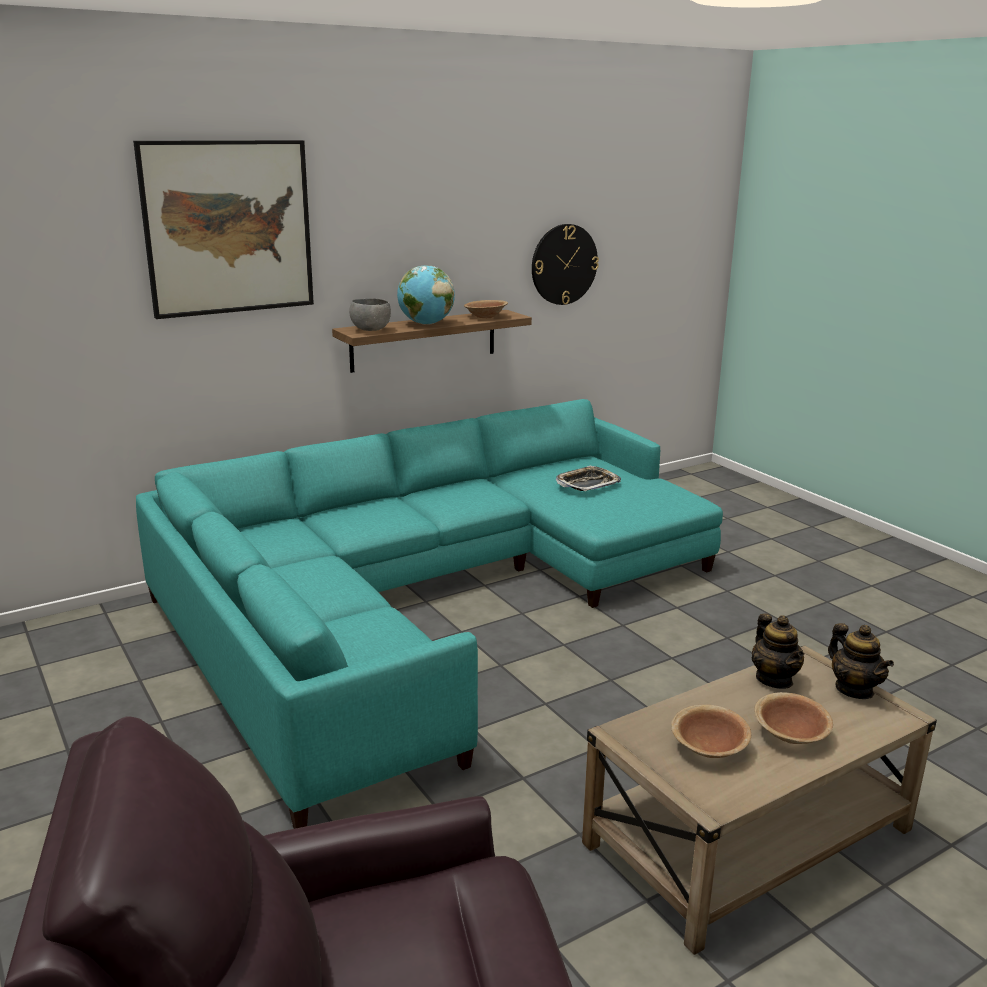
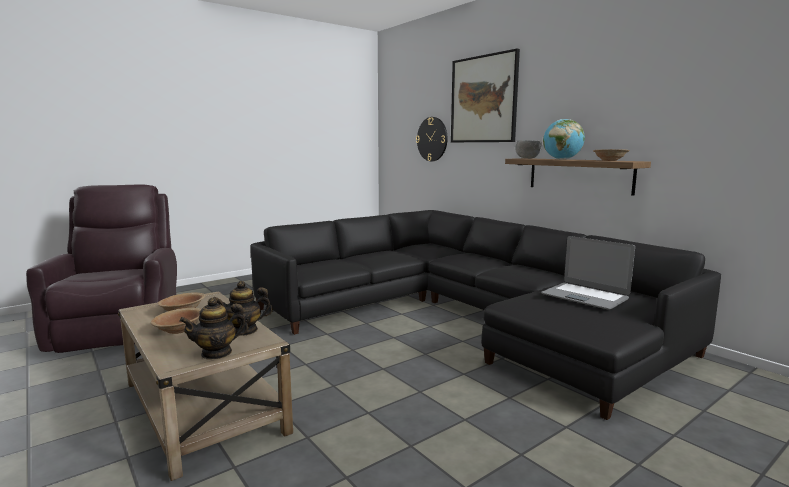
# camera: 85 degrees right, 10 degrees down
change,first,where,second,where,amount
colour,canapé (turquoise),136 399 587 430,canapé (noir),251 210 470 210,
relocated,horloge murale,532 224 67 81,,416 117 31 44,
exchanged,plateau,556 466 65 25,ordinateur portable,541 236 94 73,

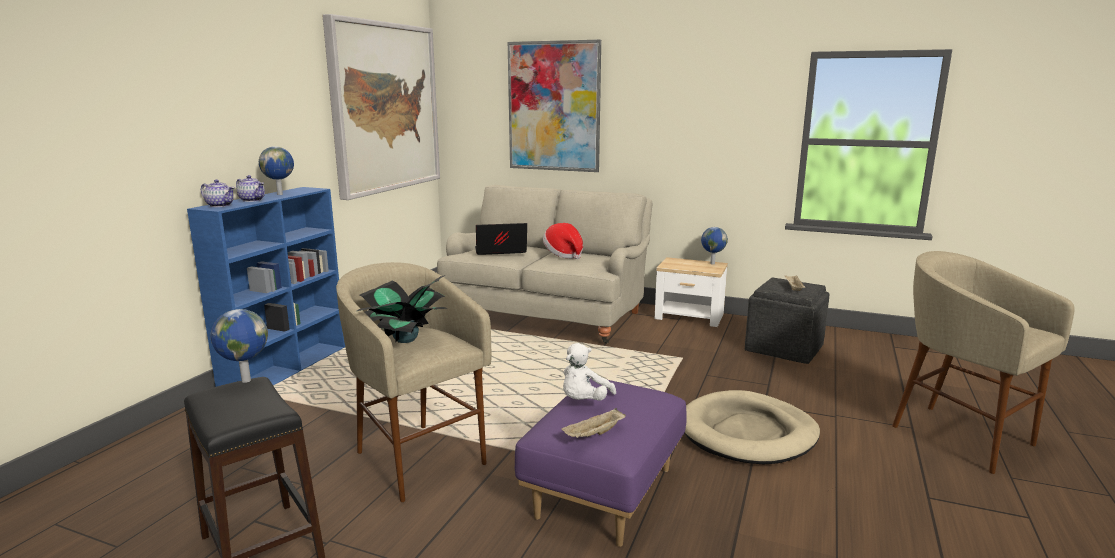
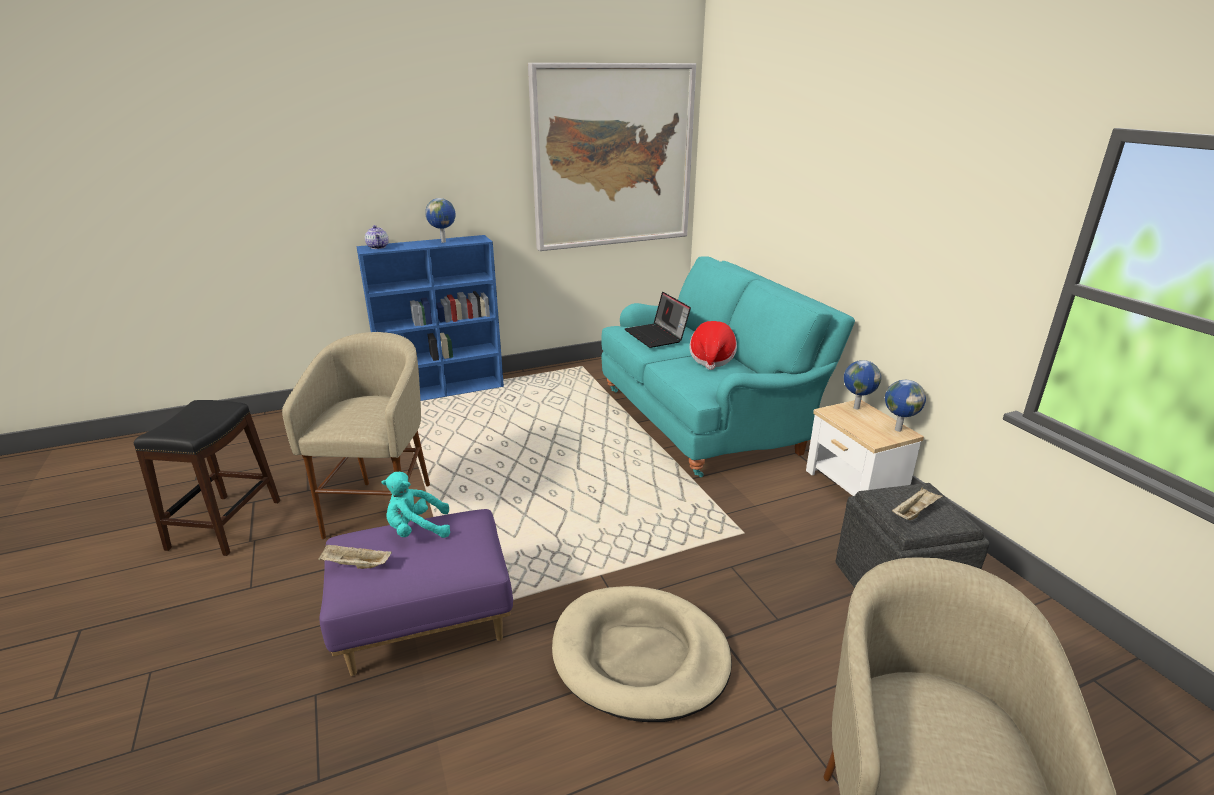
# camera: 45 degrees right, 10 degrees up
change,first,where,second,where,amount
relocated,globe,210 309 58 74,,844 360 37 49,
missing,théière,236 175 29 27,,,
missing,plante en pot,357 275 90 68,,,
colour,canapé (beige),437 185 215 158,canapé (turquoise),601 256 254 221,
spun,ordinateur portable,475 223 52 32,,625 292 66 56,150 degrees counterclockwise
missing,tableau,508 39 93 133,,,
colour,peluche (blanc),563 343 53 58,peluche (turquoise),381 472 69 66,

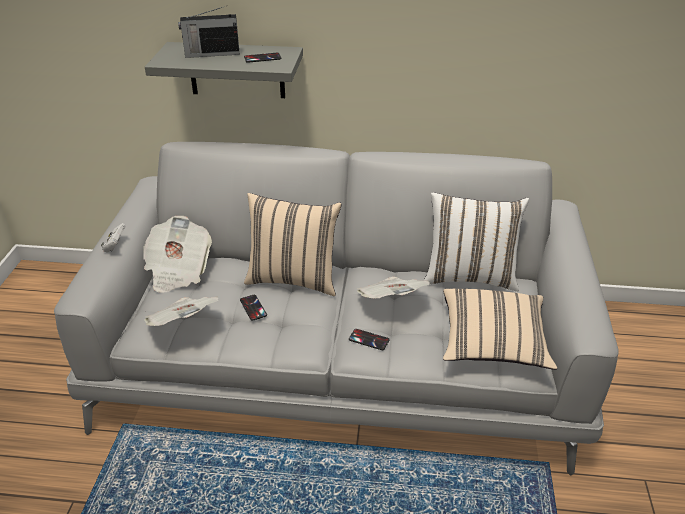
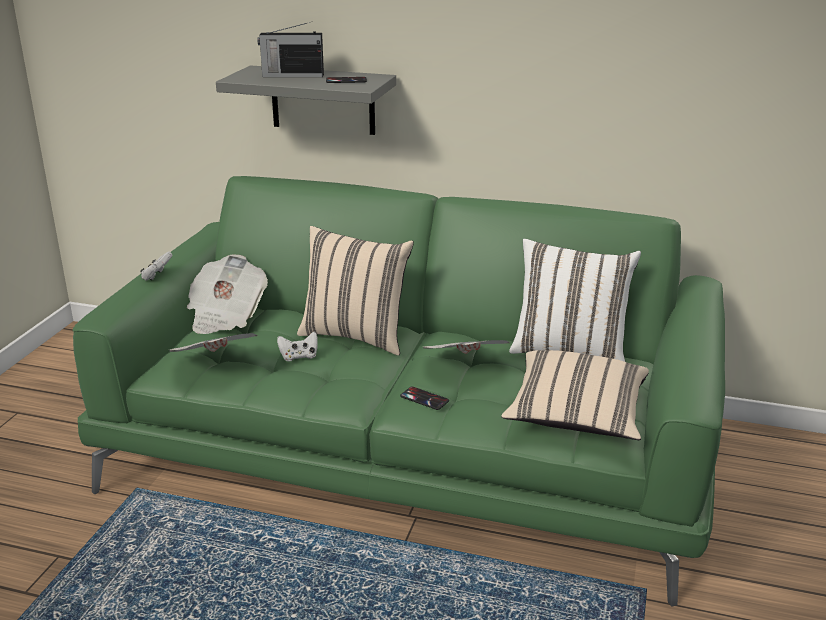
# camera: 10 degrees right, 10 degrees down
change,first,where,second,where,amount
colour,canapé (gris),54 142 564 333,canapé (vert),73 176 652 430,
exchanged,téléphone,240 295 27 26,manette (blanc),277 332 41 30,

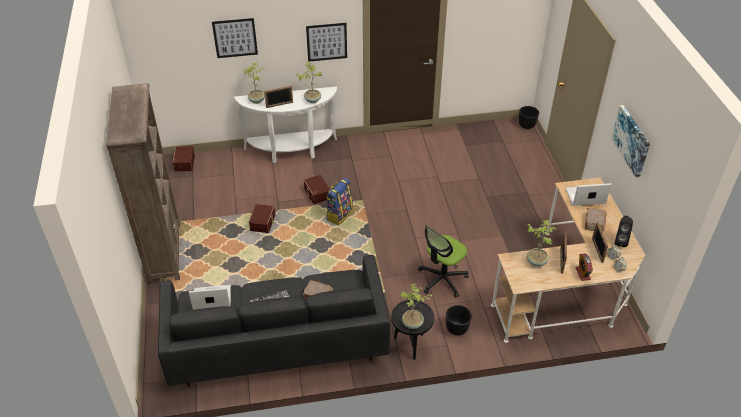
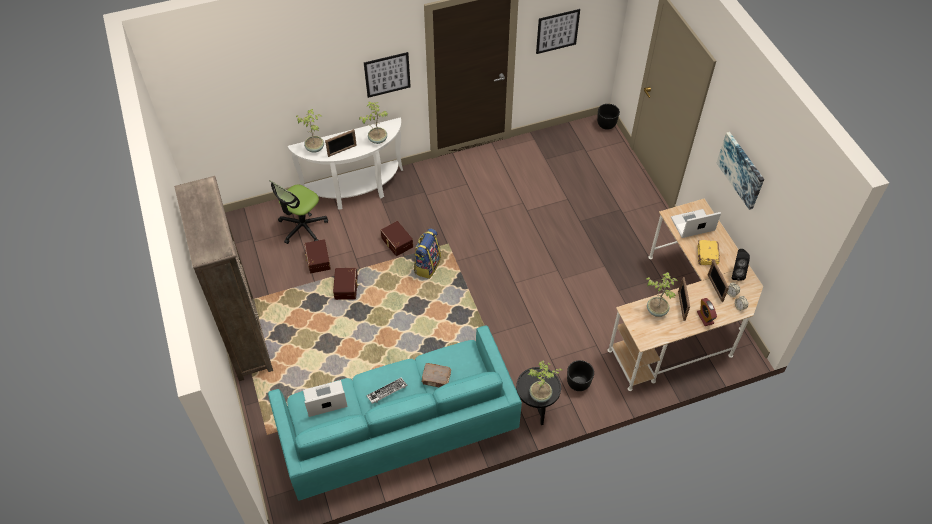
# camera: 10 degrees left, 10 degrees up
change,first,where,second,where,amount
colour,canapé (noir),158 255 232 132,canapé (turquoise),268 325 254 175,
relocated,boîte de rangement (marron),173 146 22 26,,304 239 27 34,
relocated,tableau,212 18 46 40,,536 9 44 45,
relocated,chaise de bureau,418 225 51 72,,269 180 59 64,
colour,livre (marron),584 208 22 24,livre (jaune),698 240 22 25,

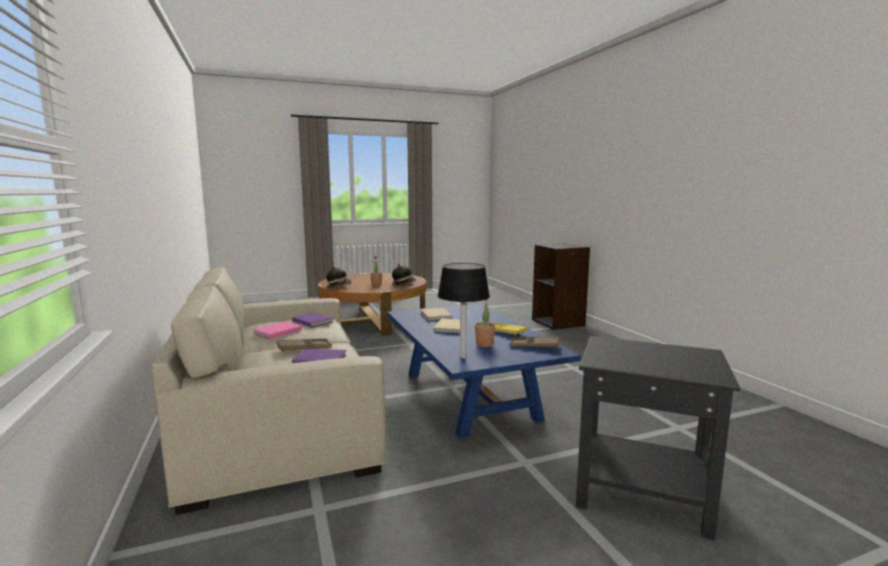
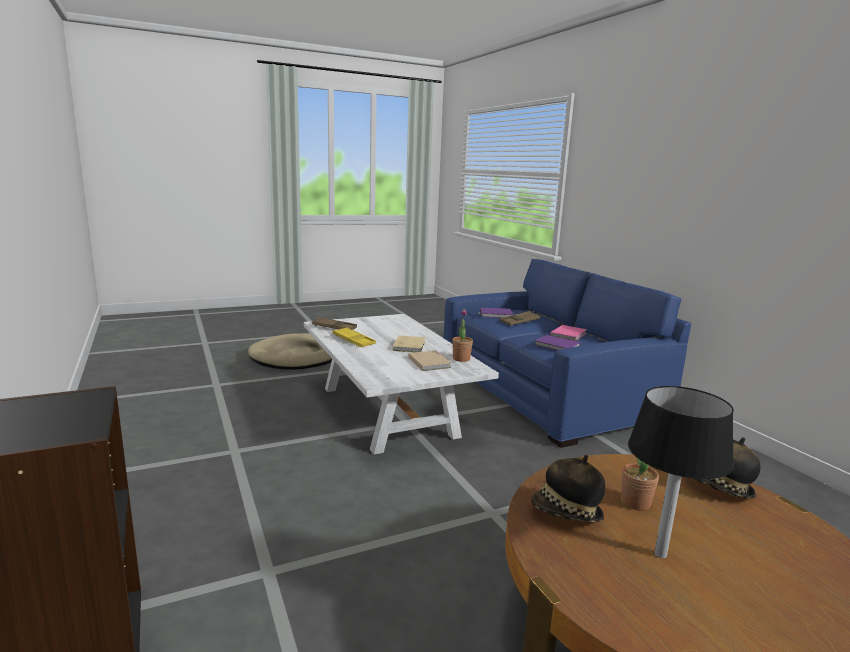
# camera: 175 degrees right, 5 degrees up
change,first,where,second,where,amount
colour,canapé (beige),151 267 235 248,canapé (bleu),444 259 247 189,
colour,table basse (bleu),387 304 194 134,table basse (blanc),304 314 195 140,
relocated,lampe de table (noir),437 263 53 96,,628 386 106 172,
relocated,plante en pot,475 299 20 48,,452 309 21 53,
exchanged,table d'appoint (noir),576 336 164 204,panier pour chien (beige),248 333 84 37,

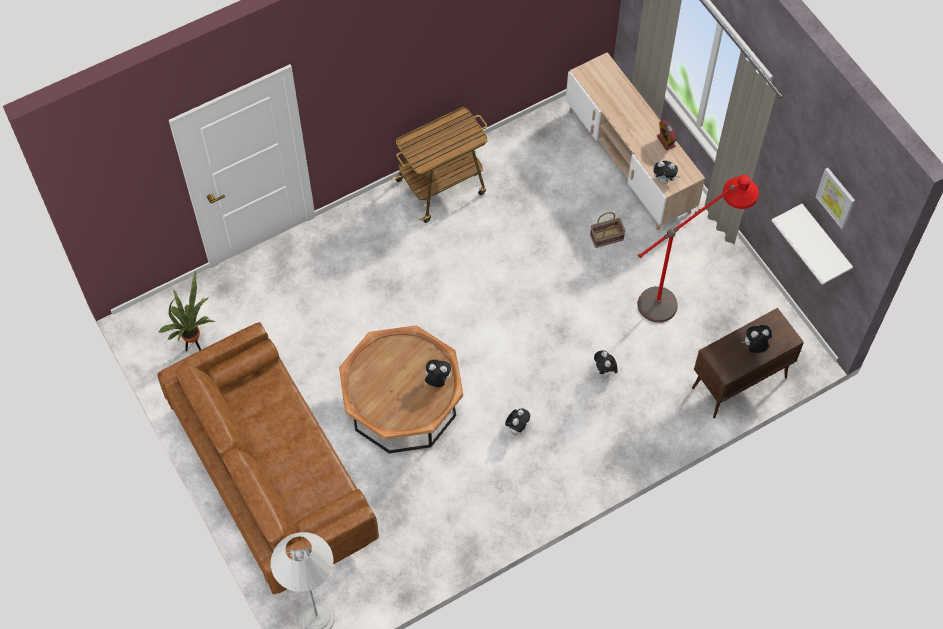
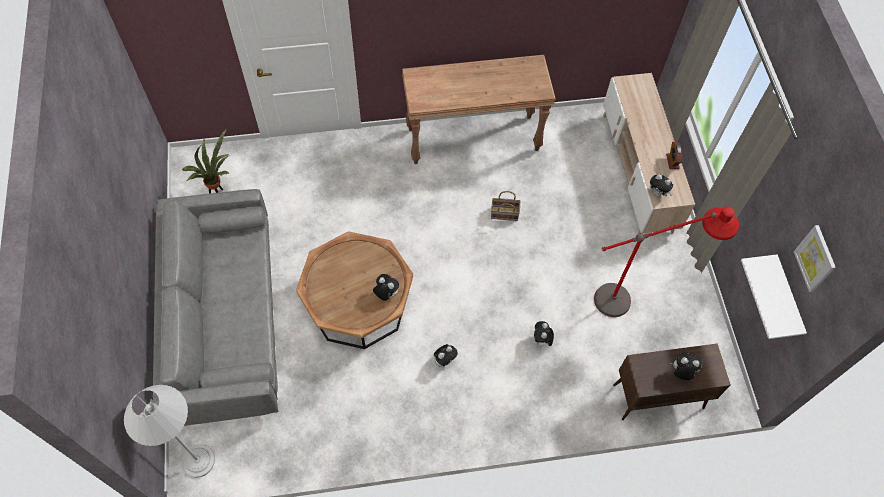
# camera: 20 degrees right, 0 degrees up
change,first,where,second,where,amount
colour,canapé (marron),157 322 222 273,canapé (gris),152 189 126 237,
exchanged,chariot,392 107 96 116,table console (marron),402 55 154 109,
relocated,panier,590 212 35 36,,491 191 29 30,

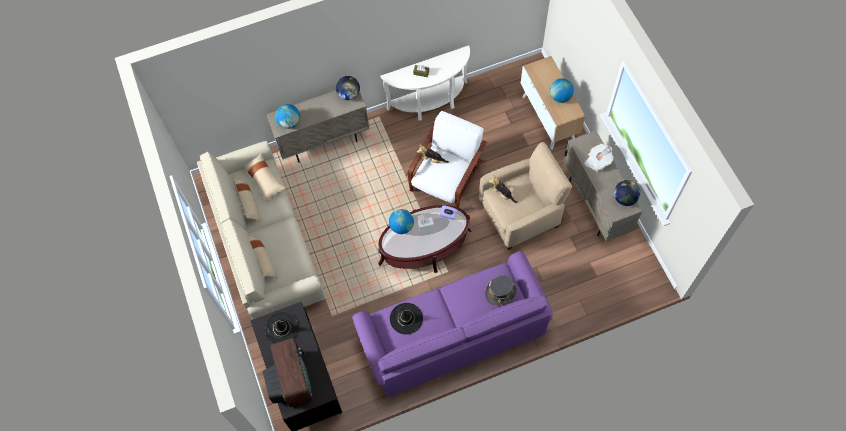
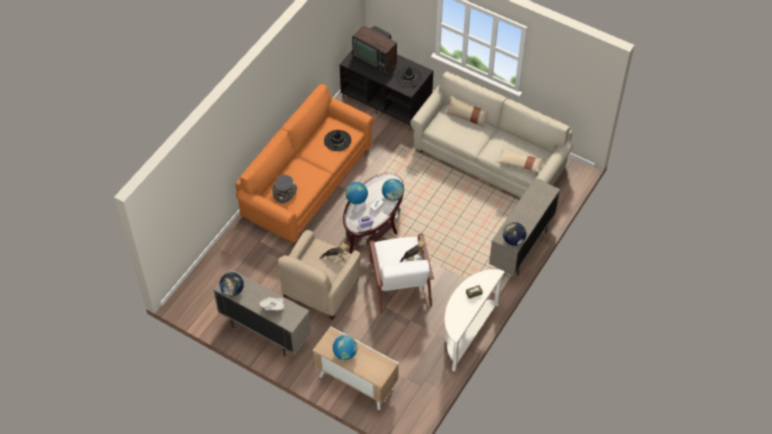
# camera: 140 degrees right, 10 degrees down
change,first,where,second,where,amount
missing,coussin (beige),231 176 31 47,,,
relocated,globe,275 104 25 25,,346 182 22 22,
colour,canapé (violet),352 251 201 146,canapé (orange),236 84 138 159,

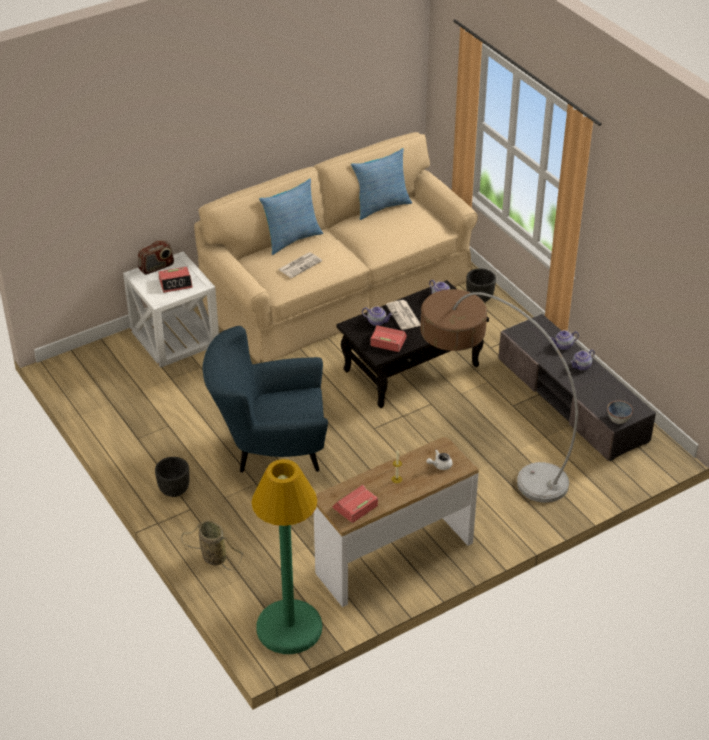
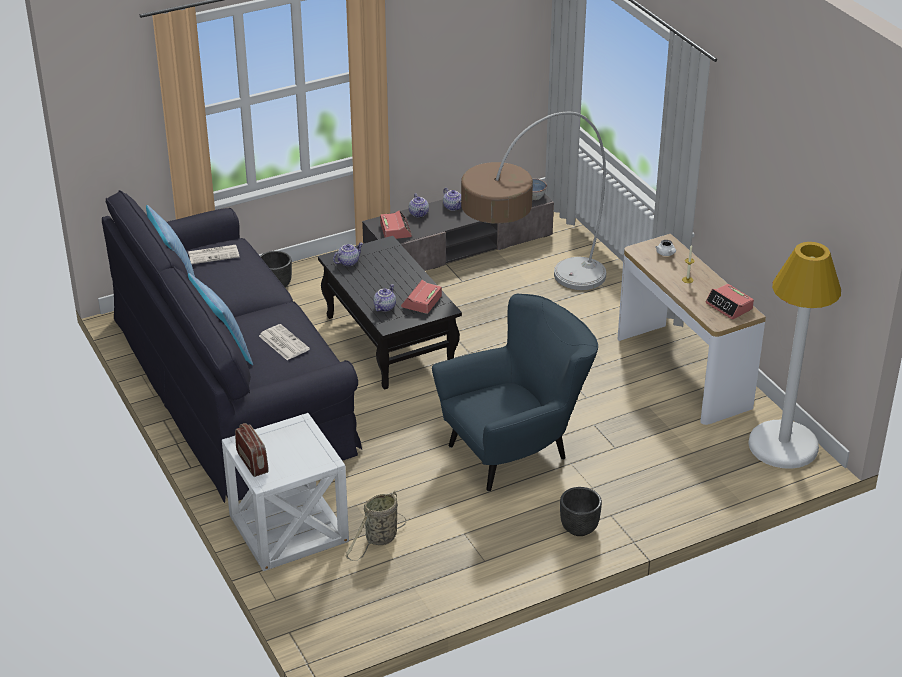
# camera: 85 degrees left, 5 degrees down
change,first,where,second,where,amount
relocated,réveil,158 267 35 26,,380 210 32 29,
relocated,panier,181 520 62 50,,345 491 61 70,
colour,canapé (beige),194 132 284 231,canapé (noir),102 190 260 313,
spun,fauteuil (bleu),202 326 126 147,,432 294 166 198,120 degrees counterclockwise
colour,lampadaire (vert),251 459 71 195,lampadaire (blanc),748 242 93 227,
relocated,journal,386 300 34 30,,188 245 52 19,

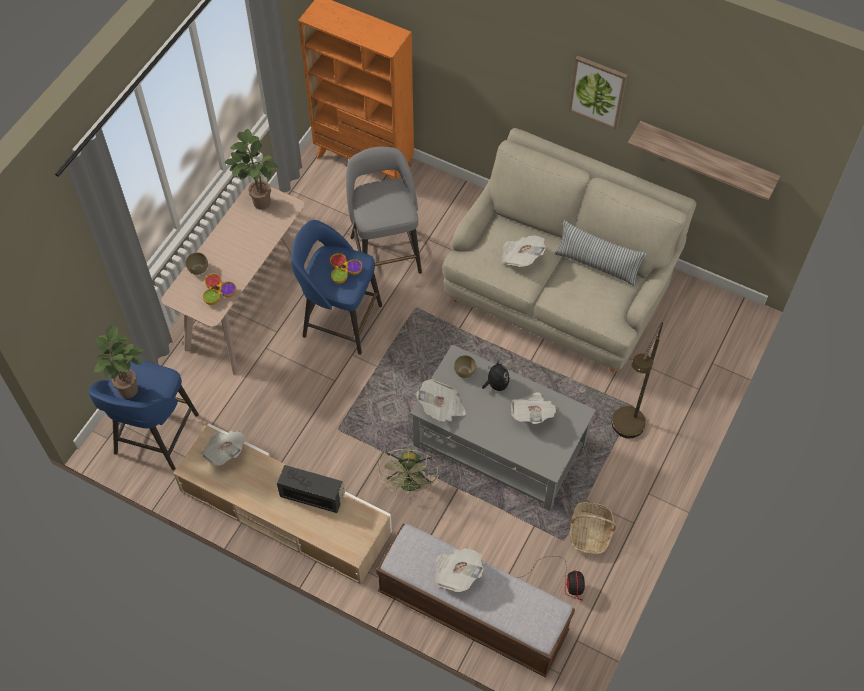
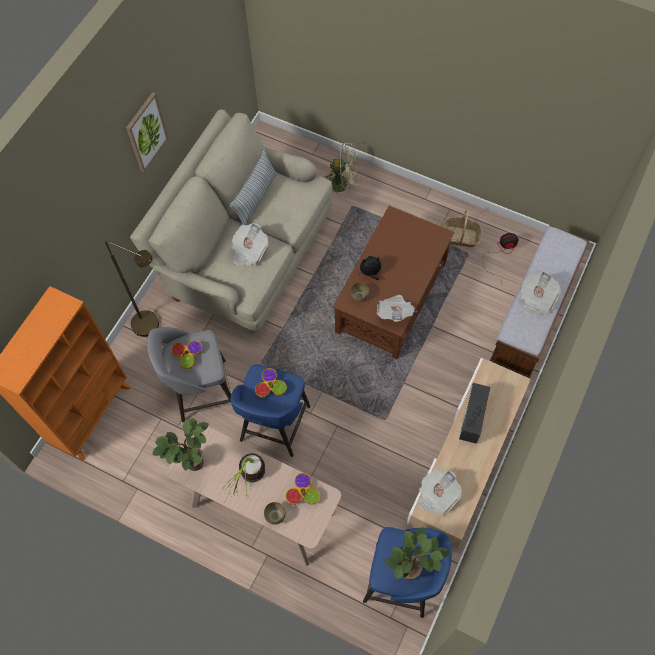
# camera: 90 degrees left, 5 degrees up
change,first,where,second,where,amount
relocated,ventilateur (vert),378 449 62 46,,326 142 32 57,
colour,table basse (gris),410 344 186 167,table basse (marron),333 206 122 154,
missing,journal,511 392 46 32,,,
relocated,lampadaire (marron),612 323 51 115,,105 241 54 96,
missing,étagère,628 121 152 79,,,
appeared,,,bol,171 341 31 28,
appeared,,,plante en pot,223 454 42 47,

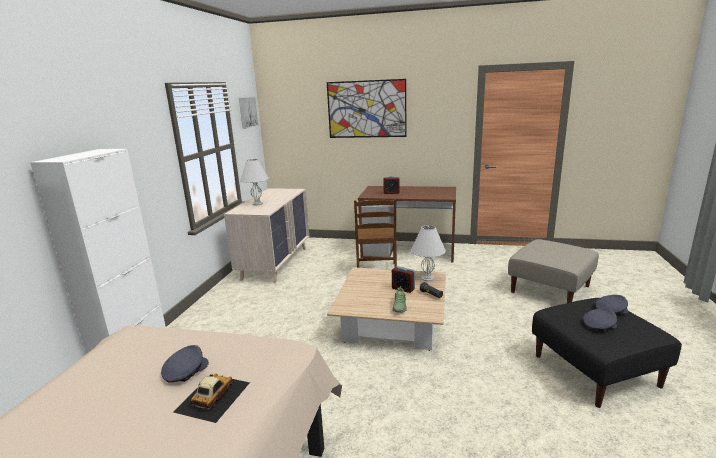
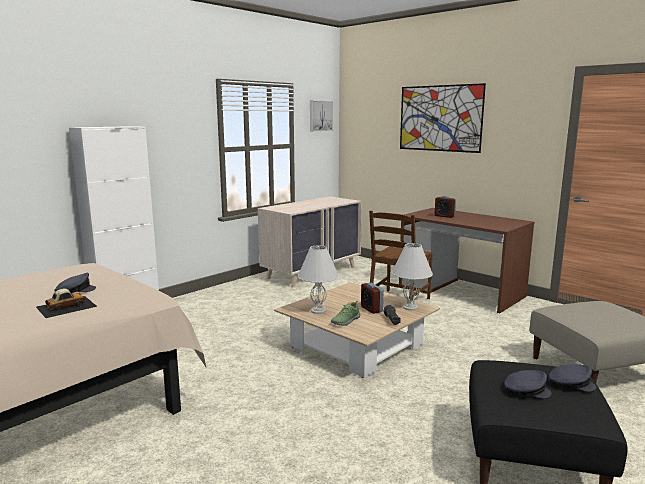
# camera: 30 degrees right, 5 degrees down
change,first,where,second,where,amount
relocated,lampe de table (blanc),240 159 29 46,,298 246 41 68,

